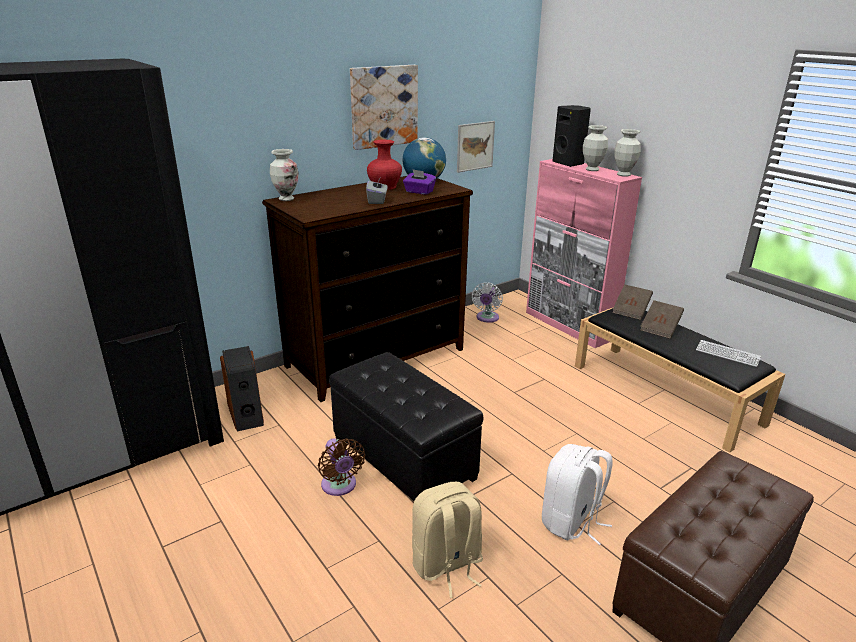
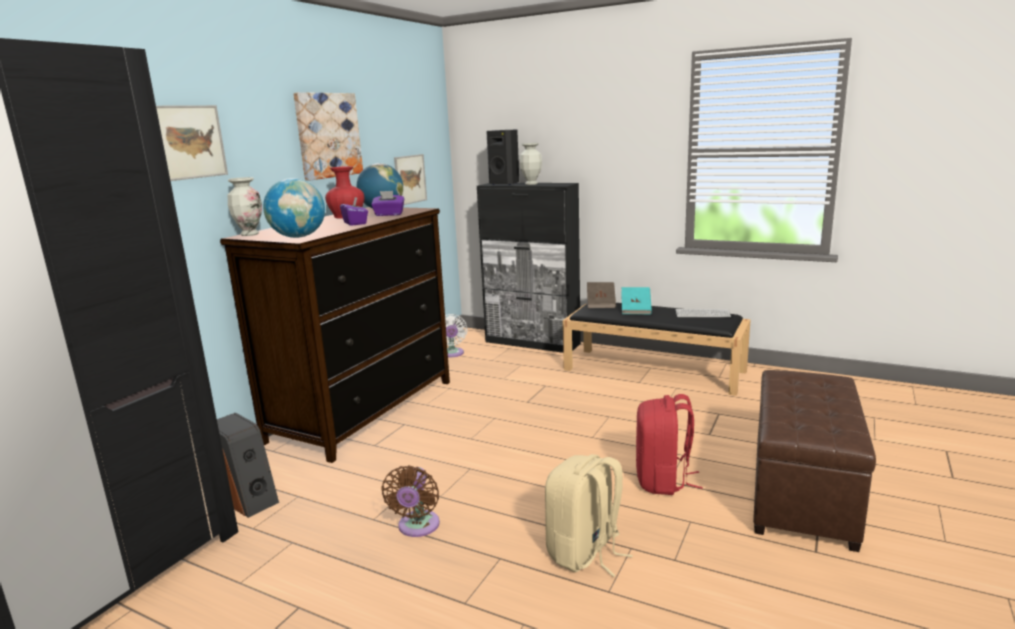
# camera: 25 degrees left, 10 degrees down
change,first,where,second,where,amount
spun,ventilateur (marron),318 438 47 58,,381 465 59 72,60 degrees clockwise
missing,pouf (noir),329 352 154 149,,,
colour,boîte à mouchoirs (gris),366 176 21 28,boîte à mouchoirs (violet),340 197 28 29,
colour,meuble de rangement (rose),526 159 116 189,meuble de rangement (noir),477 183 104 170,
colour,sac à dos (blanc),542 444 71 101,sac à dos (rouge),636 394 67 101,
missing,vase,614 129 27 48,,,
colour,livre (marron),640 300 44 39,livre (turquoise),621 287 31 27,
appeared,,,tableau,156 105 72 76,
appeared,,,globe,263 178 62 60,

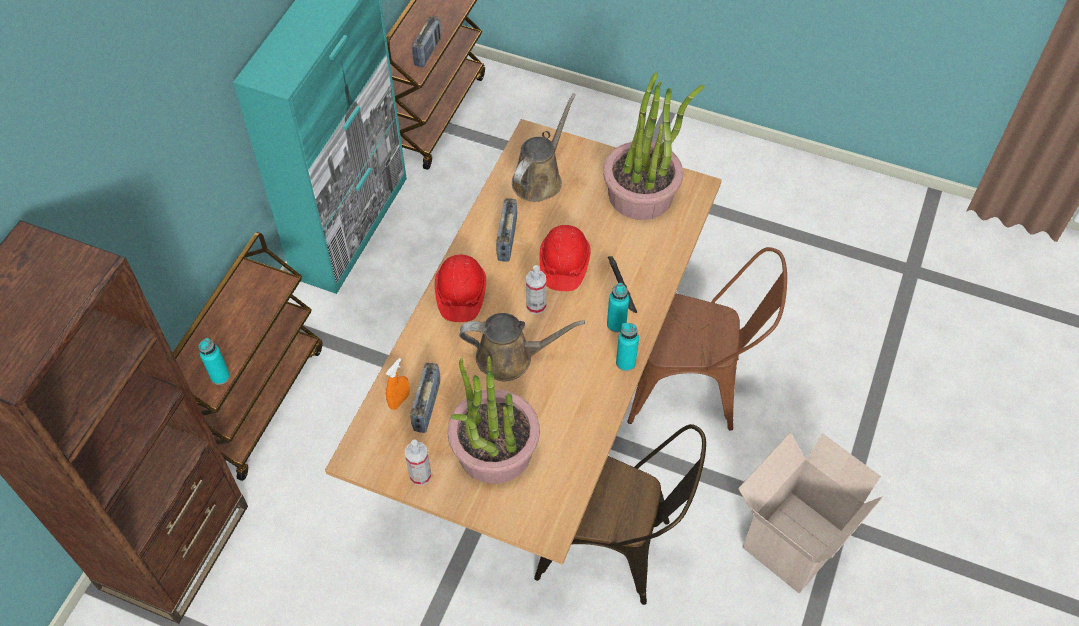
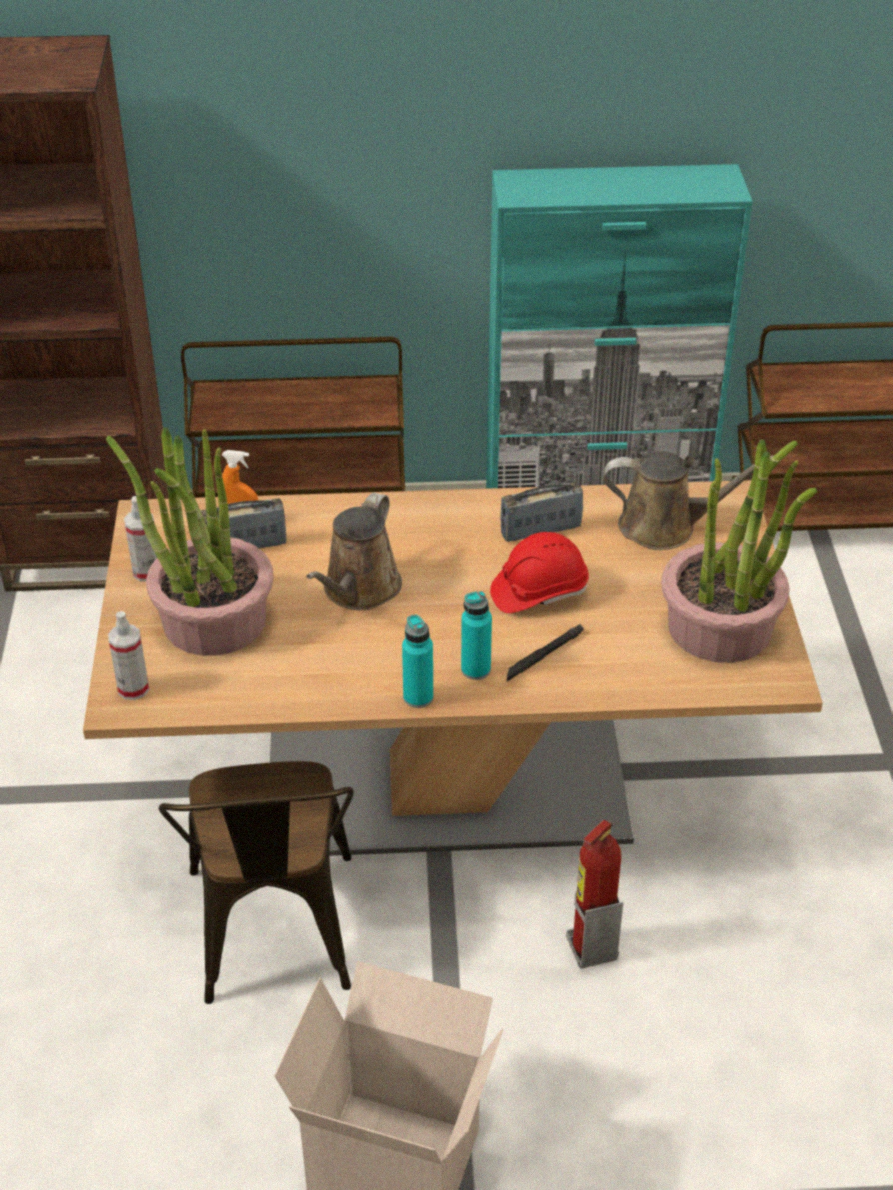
# camera: 65 degrees right, 15 degrees down
change,first,where,second,where,amount
missing,bouteille (turquoise),198 338 32 47,,,
missing,radio,412 16 29 51,,,
missing,casque de chantier (rouge),435 255 51 67,,,
spun,arrosoir (marron),459 313 126 68,,306 493 96 117,45 degrees clockwise
relocated,vaporisateur,526 265 20 49,,108 611 41 89,
exchanged,chaise (marron),627 247 160 184,extincteur,566 820 57 149,

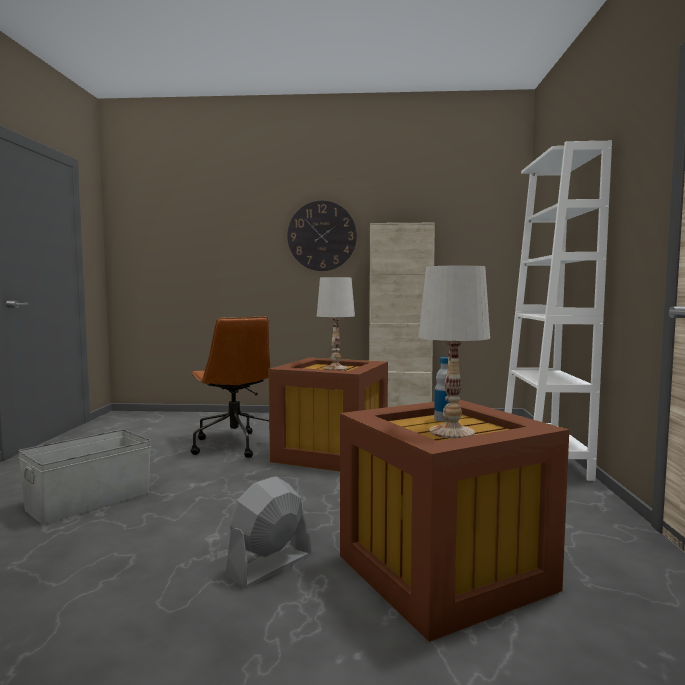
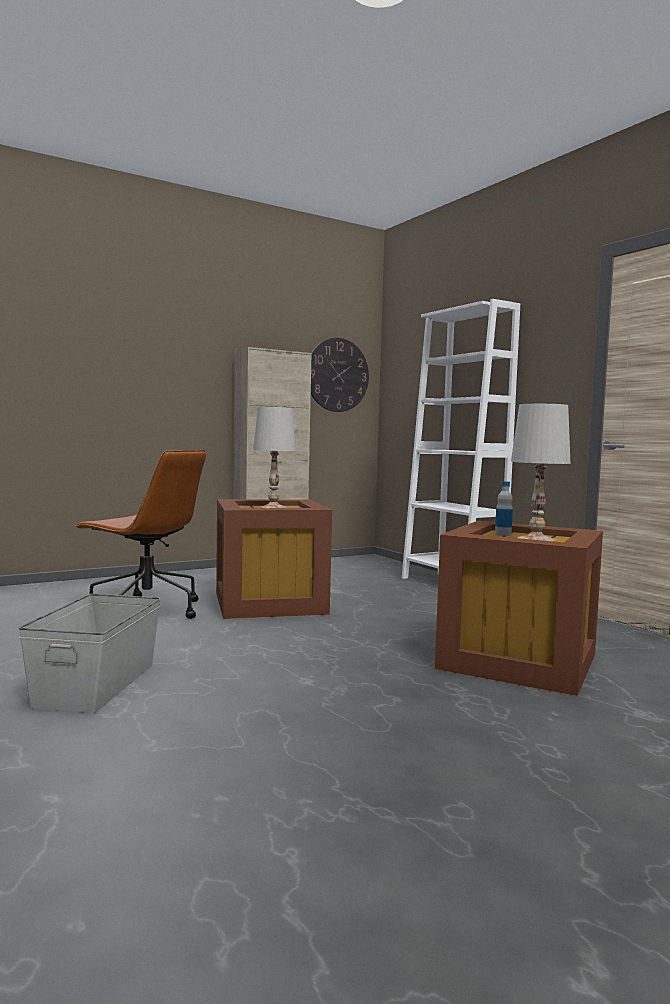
# camera: 35 degrees left, 0 degrees up
change,first,where,second,where,amount
missing,ventilateur (gris),225 477 87 111,,,
relocated,horloge murale,287 201 70 70,,311 338 58 74,

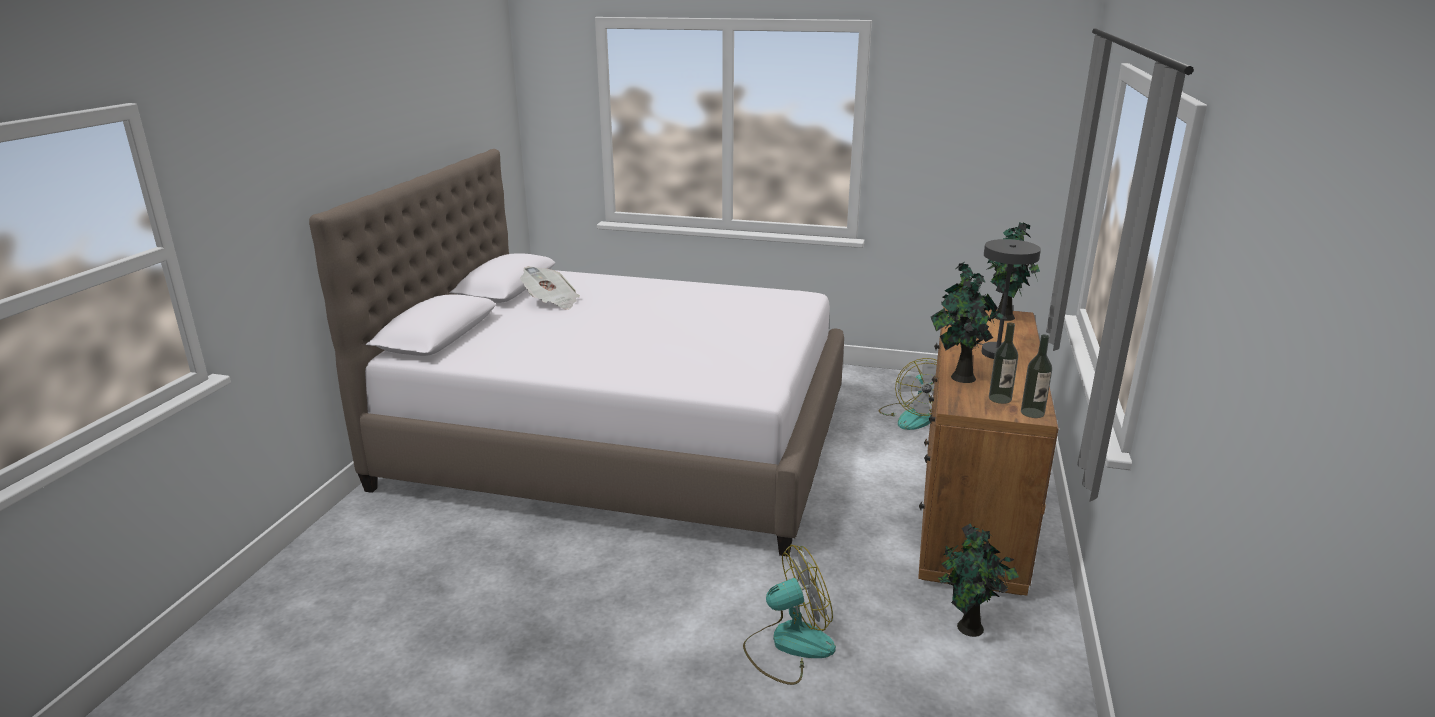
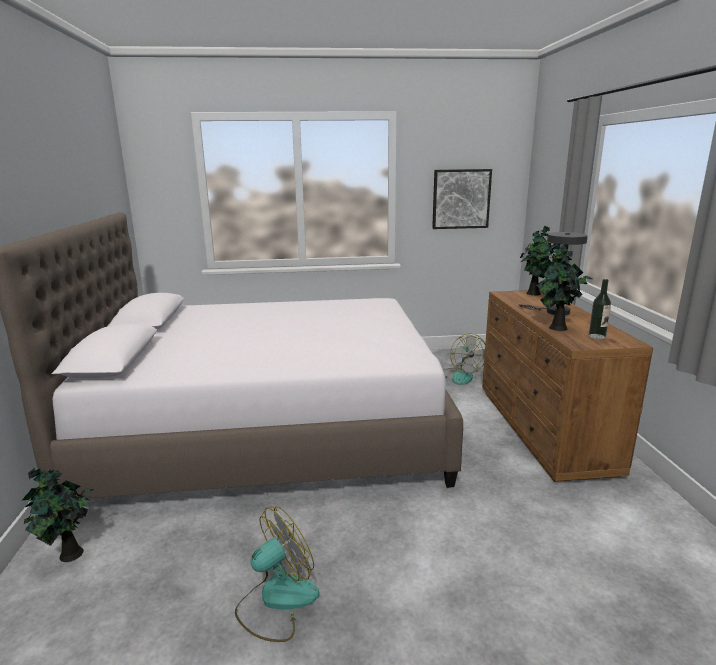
# camera: 20 degrees left, 5 degrees down
change,first,where,second,where,amount
missing,journal,520 266 60 44,,,
relocated,ventilateur,743 545 93 140,,235 506 84 136,
relocated,plante en pot,938 523 81 114,,21 468 73 94,
missing,bouteille,1021 334 31 84,,,
appeared,,,tableau,432 169 60 60,

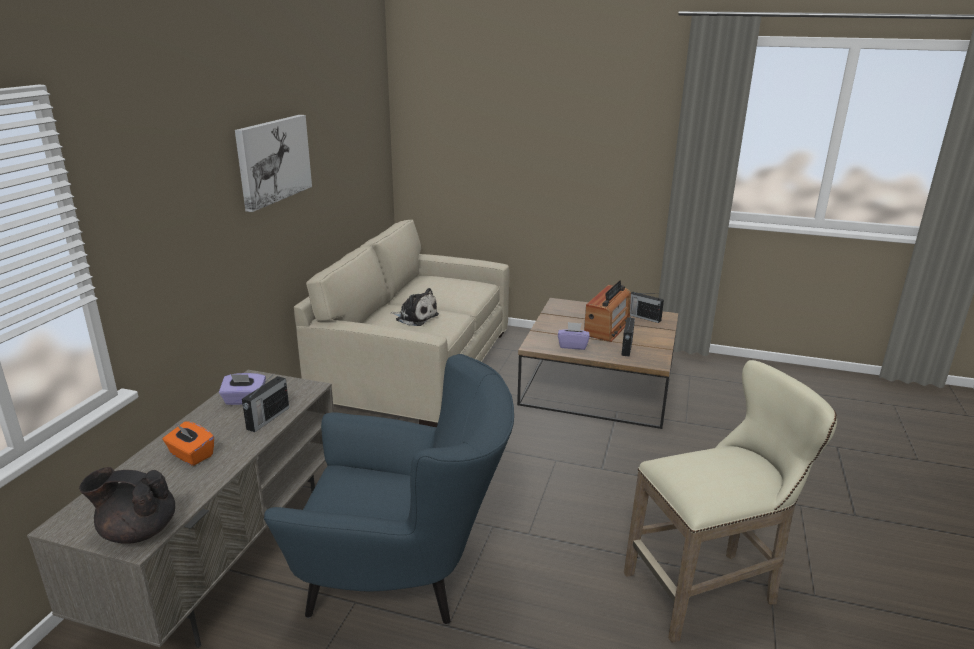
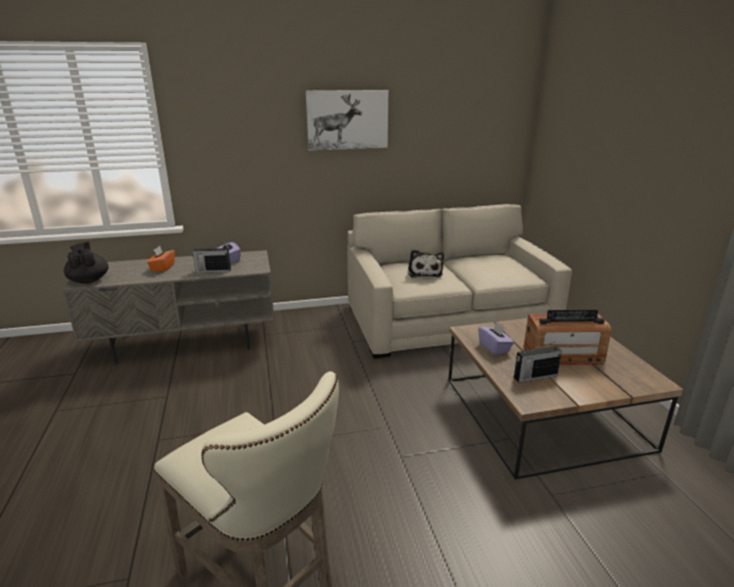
# camera: 60 degrees right, 0 degrees up
change,first,where,second,where,amount
missing,fauteuil (bleu),264 354 250 271,,,
missing,radio,630 292 34 31,,,

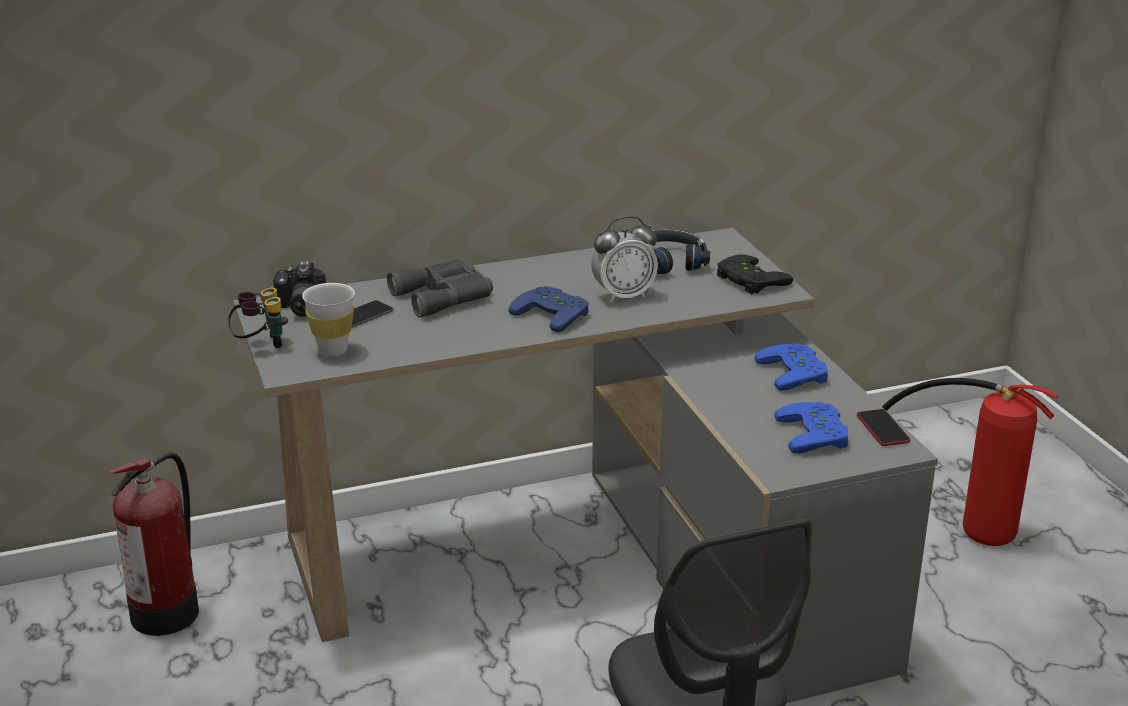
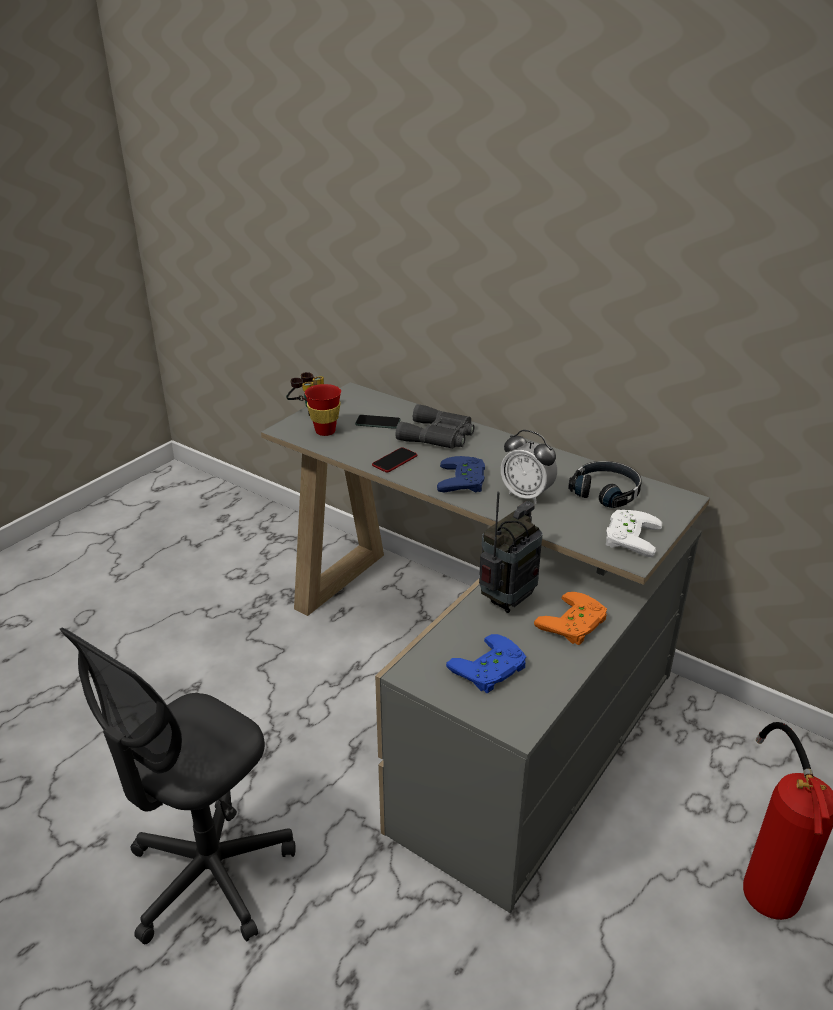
# camera: 55 degrees right, 5 degrees up
change,first,where,second,where,amount
missing,extincteur,109 452 90 184,,,
missing,appareil photo,273 261 53 56,,,
colour,tasse (blanc),302 283 53 73,tasse (rouge),305 384 36 52,
colour,manette (noir),717 255 76 39,manette (blanc),605 510 57 47,
colour,manette (bleu),754 343 74 48,manette (orange),534 592 73 53,
relocated,téléphone,857 409 53 37,,372 447 45 26,
appeared,,,radio,479 491 64 122,

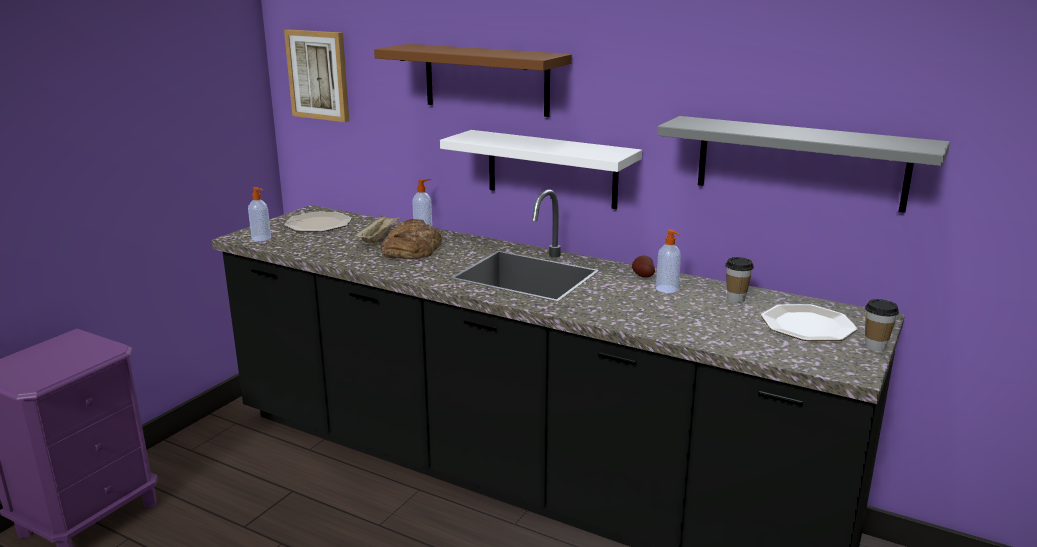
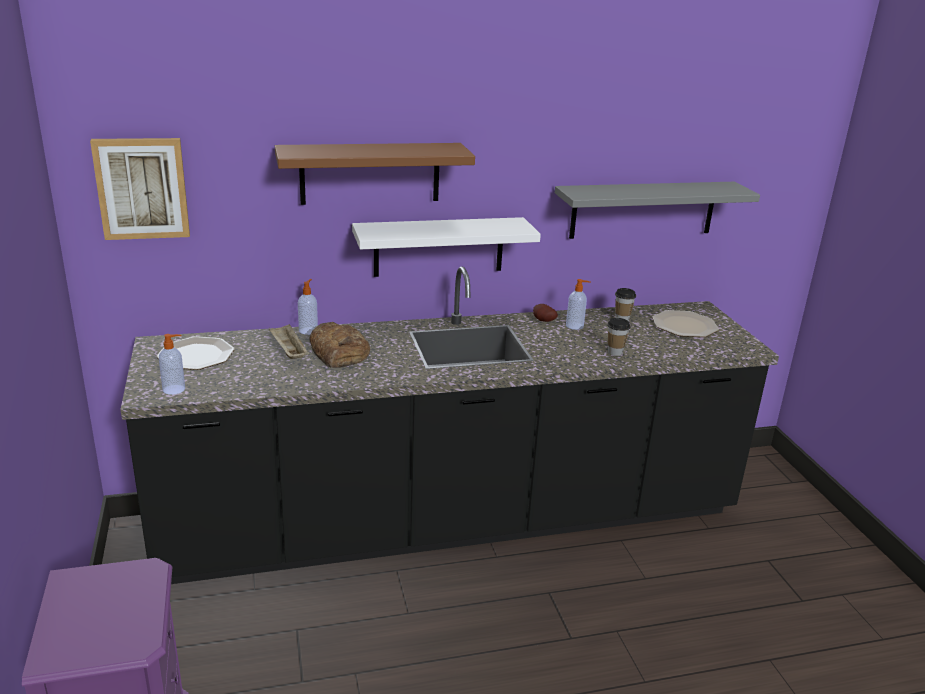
# camera: 45 degrees left, 5 degrees up
change,first,where,second,where,amount
relocated,tasse,865 299 34 52,,607 318 23 38,

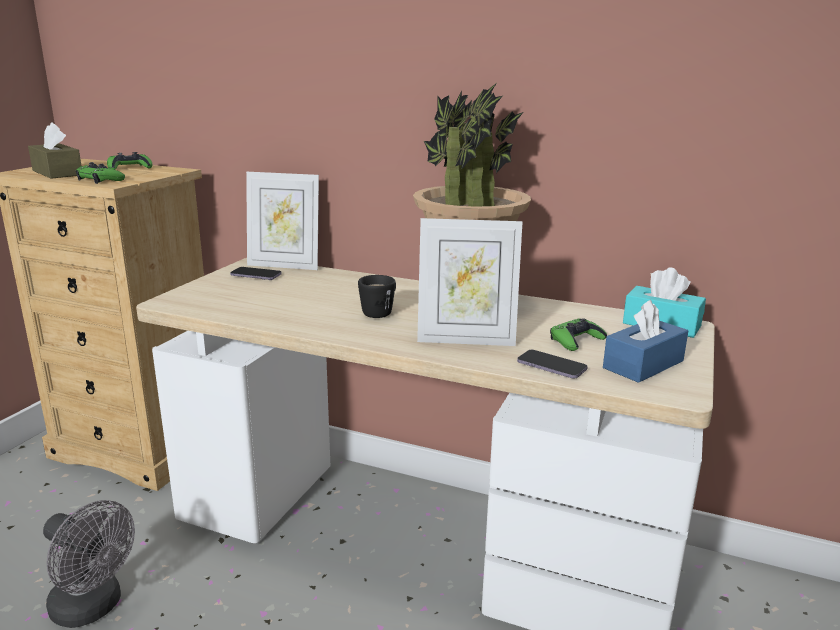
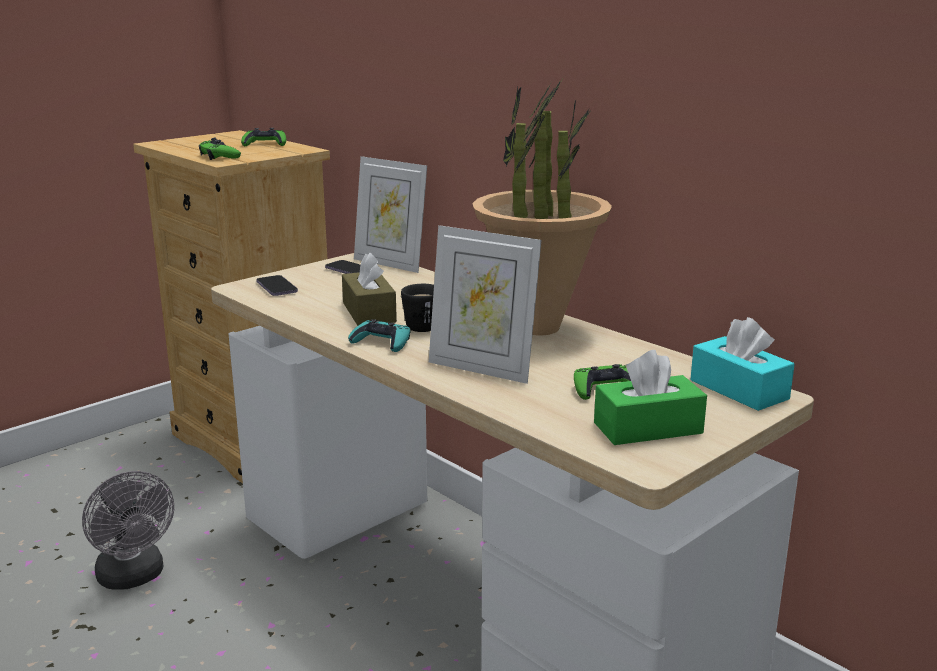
# camera: 25 degrees right, 0 degrees up
change,first,where,second,where,amount
relocated,boîte à mouchoirs (marron),28 122 54 57,,342 252 55 74,
relocated,téléphone,517 350 71 28,,256 275 42 21,
colour,boîte à mouchoirs (bleu),603 300 85 83,boîte à mouchoirs (vert),594 350 113 95,
appeared,,,manette (turquoise),348 319 63 33,

